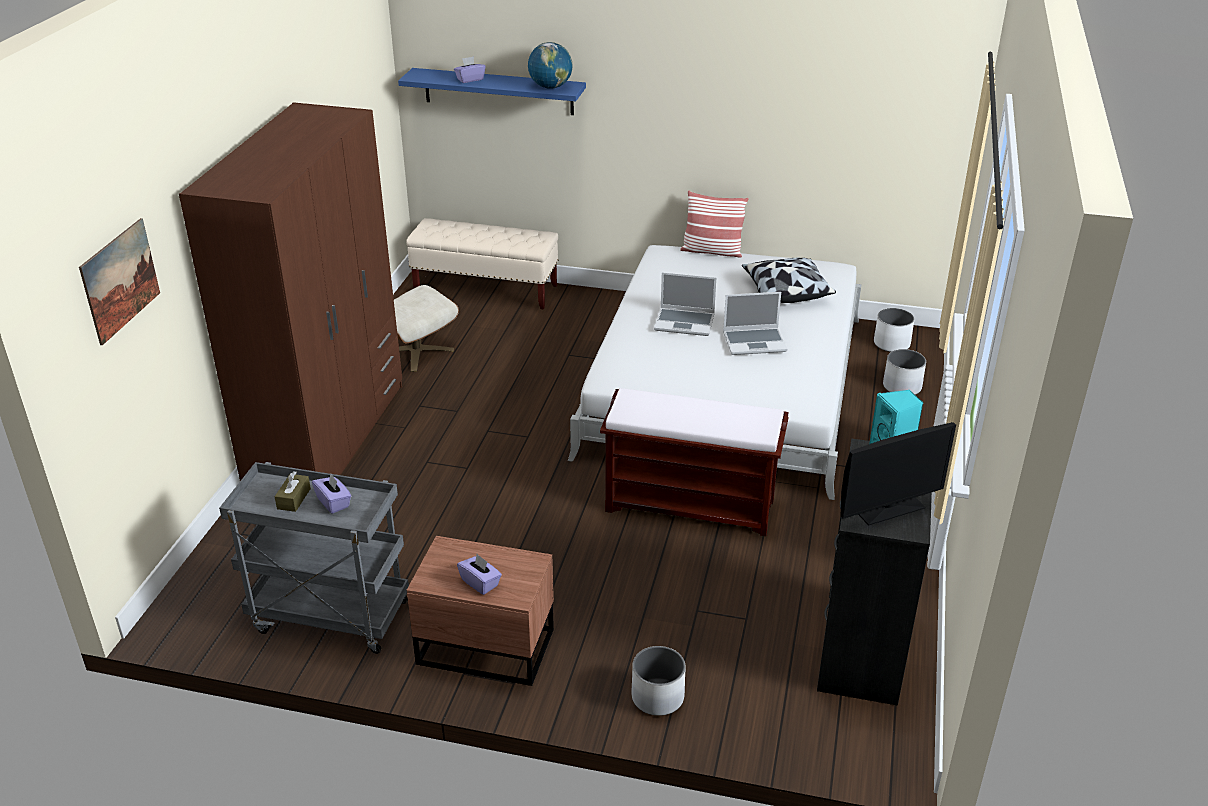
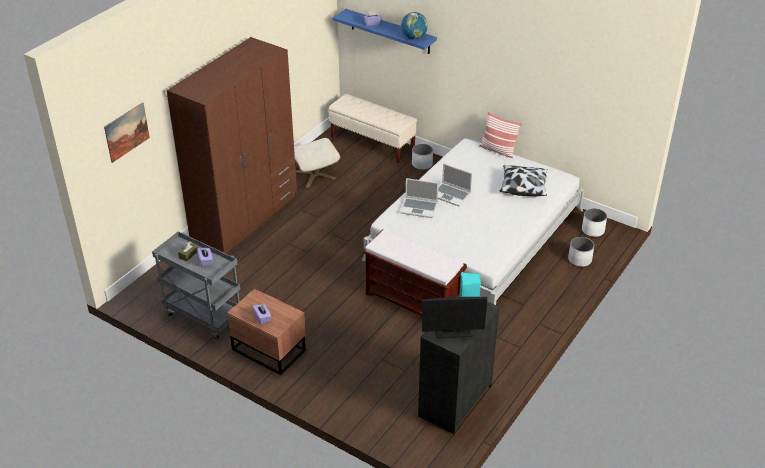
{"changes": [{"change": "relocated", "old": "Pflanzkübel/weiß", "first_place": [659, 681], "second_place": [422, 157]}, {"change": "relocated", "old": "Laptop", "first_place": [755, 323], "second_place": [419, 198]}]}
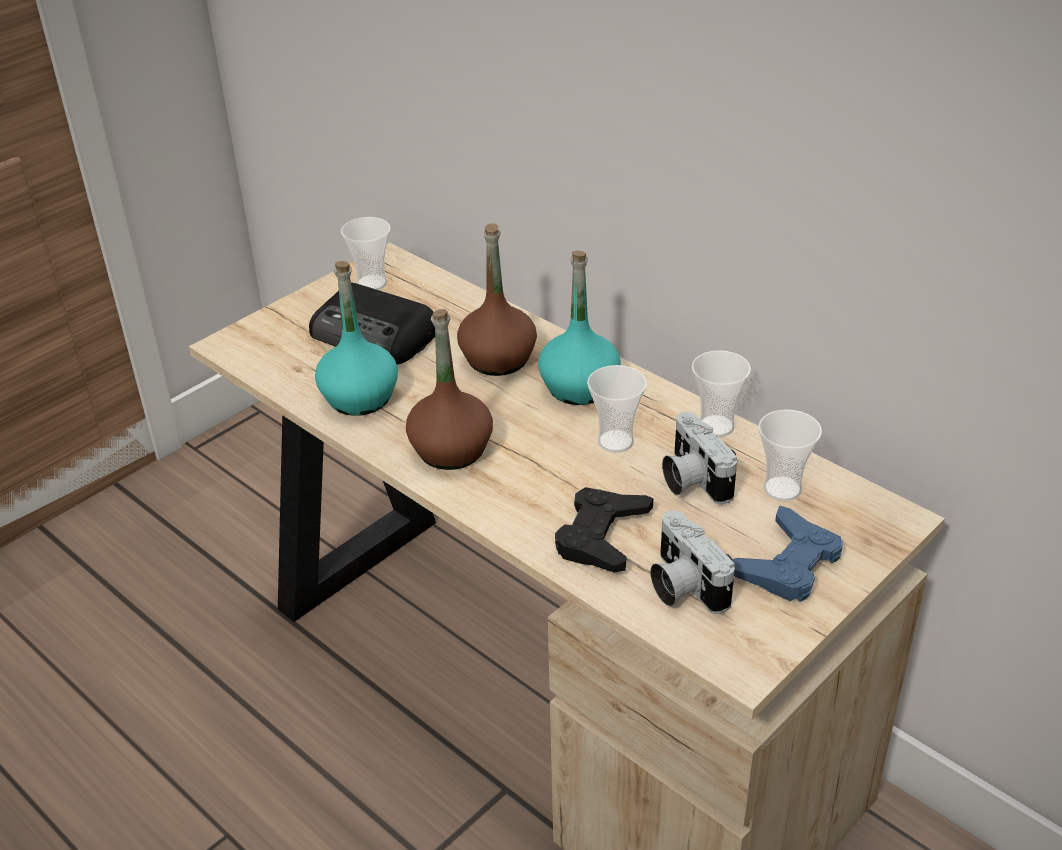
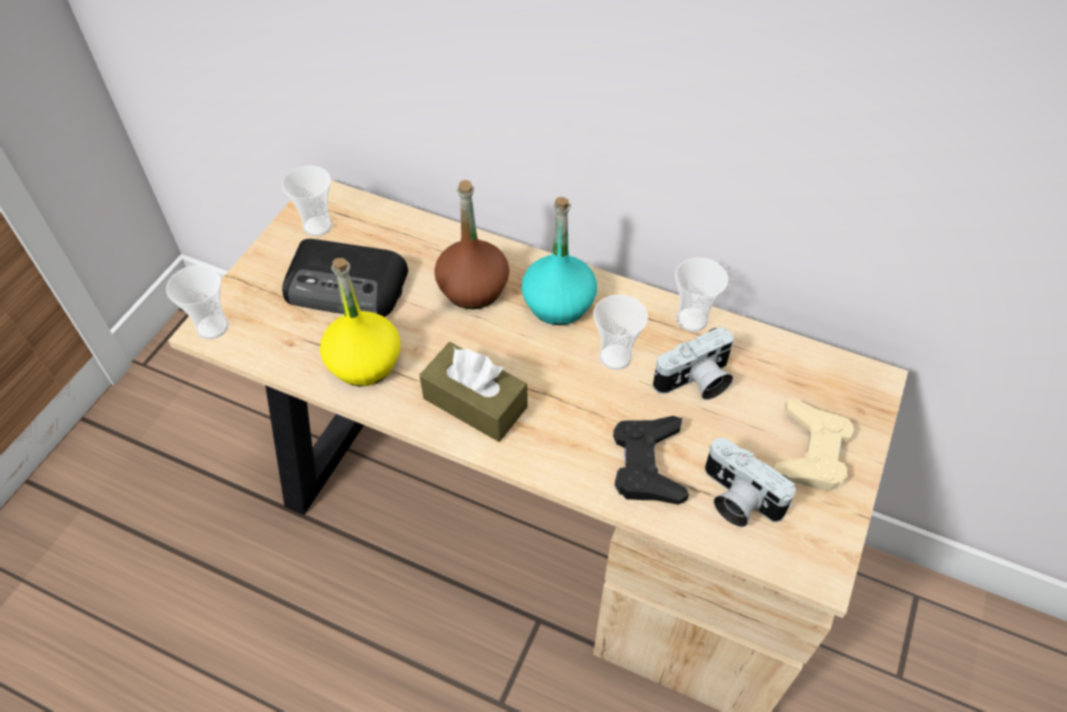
{"changes": [{"change": "relocated", "old": "Tasse", "first_place": [790, 455], "second_place": [197, 302]}, {"change": "exchanged", "old": "Flasche/braun", "new": "Taschentuchbox/braun", "first_place": [449, 389], "second_place": [474, 392]}, {"change": "colour", "old": "Flasche/türkis", "new": "Flasche/gelb", "first_place": [356, 338], "second_place": [360, 322]}, {"change": "colour", "old": "Gamepad/blau", "new": "Gamepad/beige", "first_place": [787, 553], "second_place": [813, 445]}, {"change": "spun", "old": "Kamera", "first_place": [699, 458], "second_place": [693, 363], "degrees": -75}]}
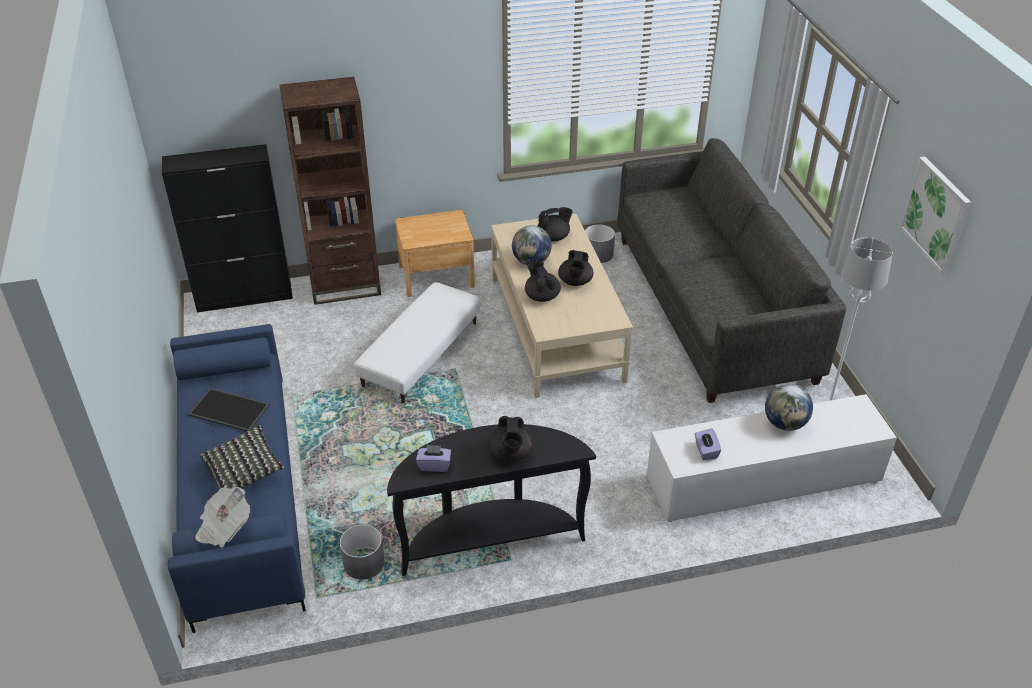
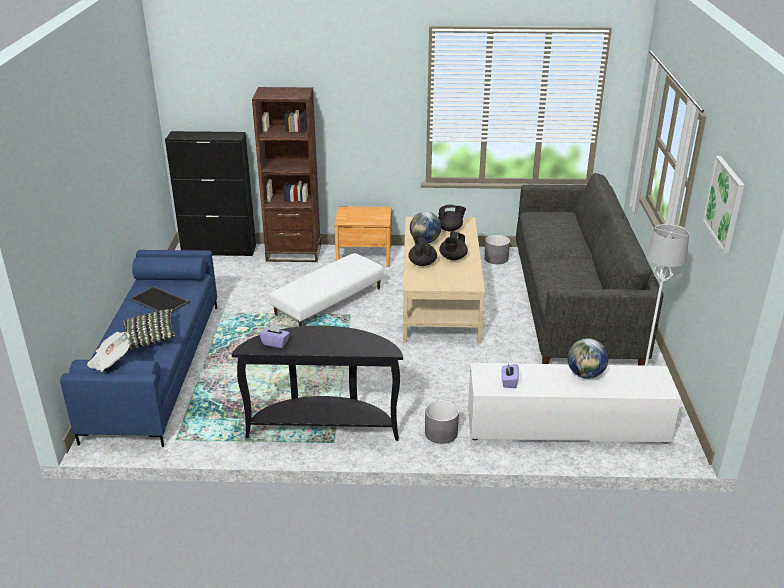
{"changes": [{"change": "missing", "old": "Teekanne/schwarz", "first_place": [510, 439]}, {"change": "relocated", "old": "Pflanzkübel/grau", "first_place": [362, 552], "second_place": [442, 422]}]}
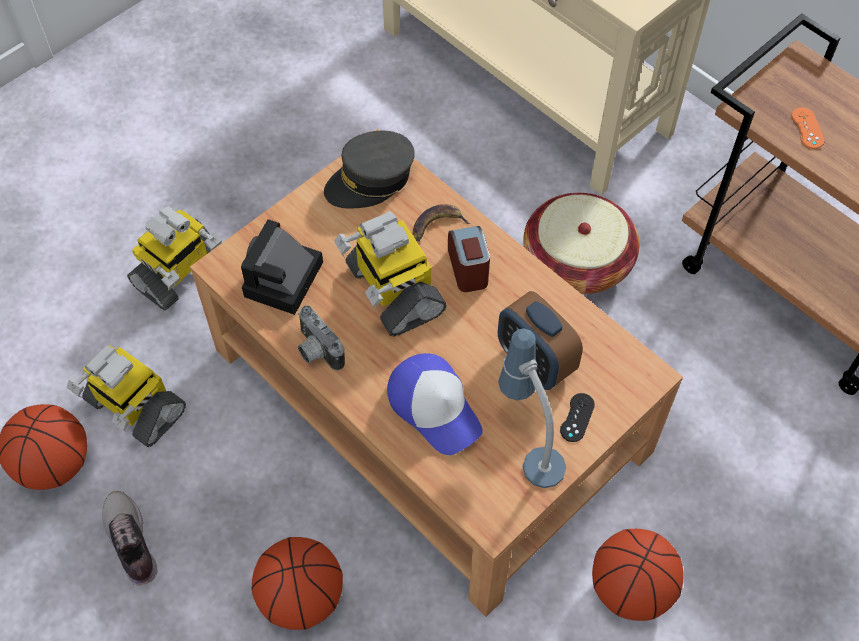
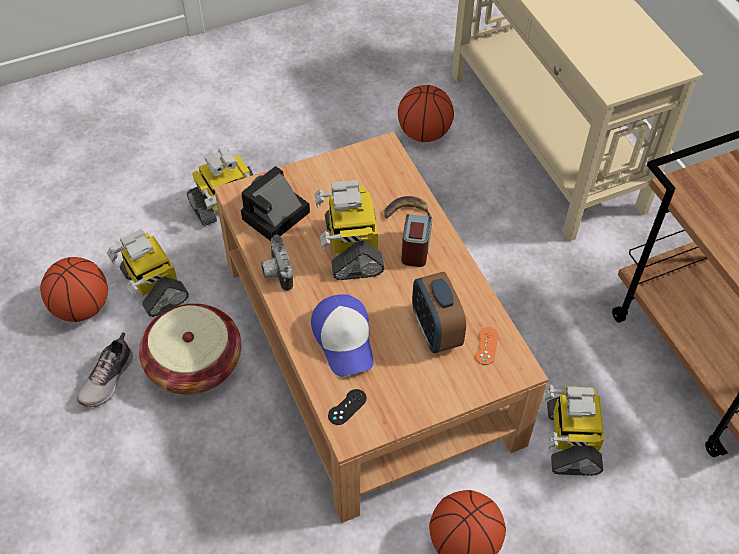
{"changes": [{"change": "missing", "old": "Kappe/grau", "first_place": [369, 170]}, {"change": "missing", "old": "Tischlampe", "first_place": [532, 408]}, {"change": "appeared", "new": "Spielzeugroboter", "second_place": [574, 430]}, {"change": "relocated", "old": "Basketball", "first_place": [297, 583], "second_place": [426, 113]}, {"change": "relocated", "old": "Korb", "first_place": [581, 243], "second_place": [190, 348]}, {"change": "relocated", "old": "Gamepad/schwarz", "first_place": [577, 417], "second_place": [347, 407]}, {"change": "relocated", "old": "Gamepad/orange", "first_place": [808, 128], "second_place": [487, 346]}, {"change": "spun", "old": "Schuh", "first_place": [130, 538], "second_place": [105, 369], "degrees": -150}]}
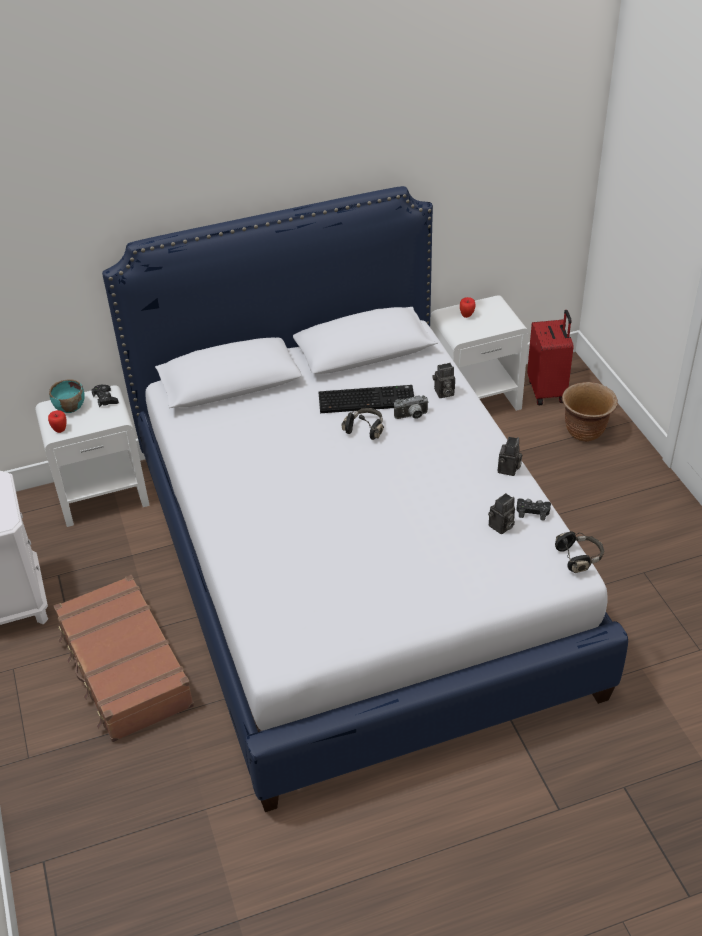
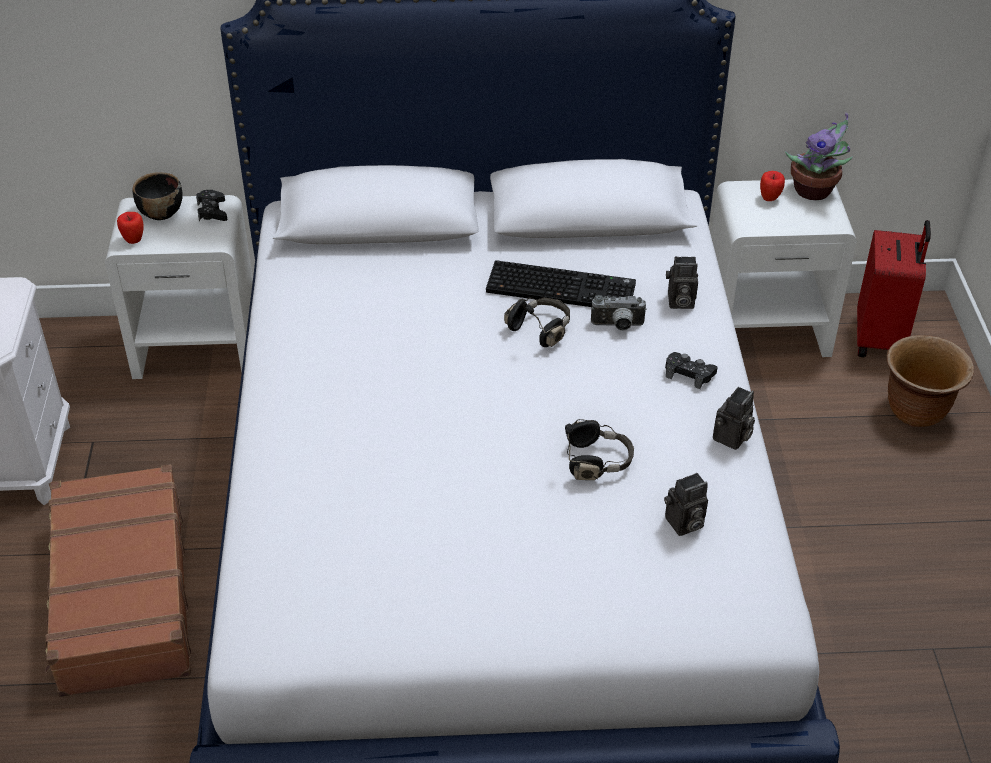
{"changes": [{"change": "appeared", "new": "Topfpflanze", "second_place": [819, 156]}, {"change": "relocated", "old": "Gamepad/schwarz", "first_place": [533, 509], "second_place": [691, 370]}, {"change": "relocated", "old": "Kopfhörer/schwarz", "first_place": [579, 552], "second_place": [599, 449]}, {"change": "colour", "old": "Schüssel/türkis", "new": "Schüssel/schwarz", "first_place": [67, 396], "second_place": [157, 196]}]}
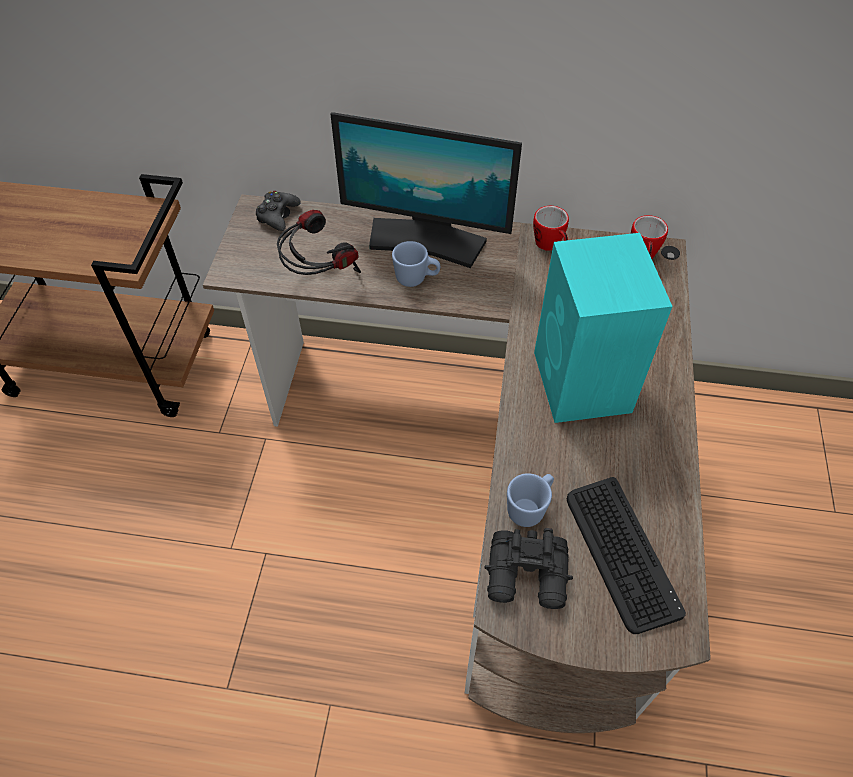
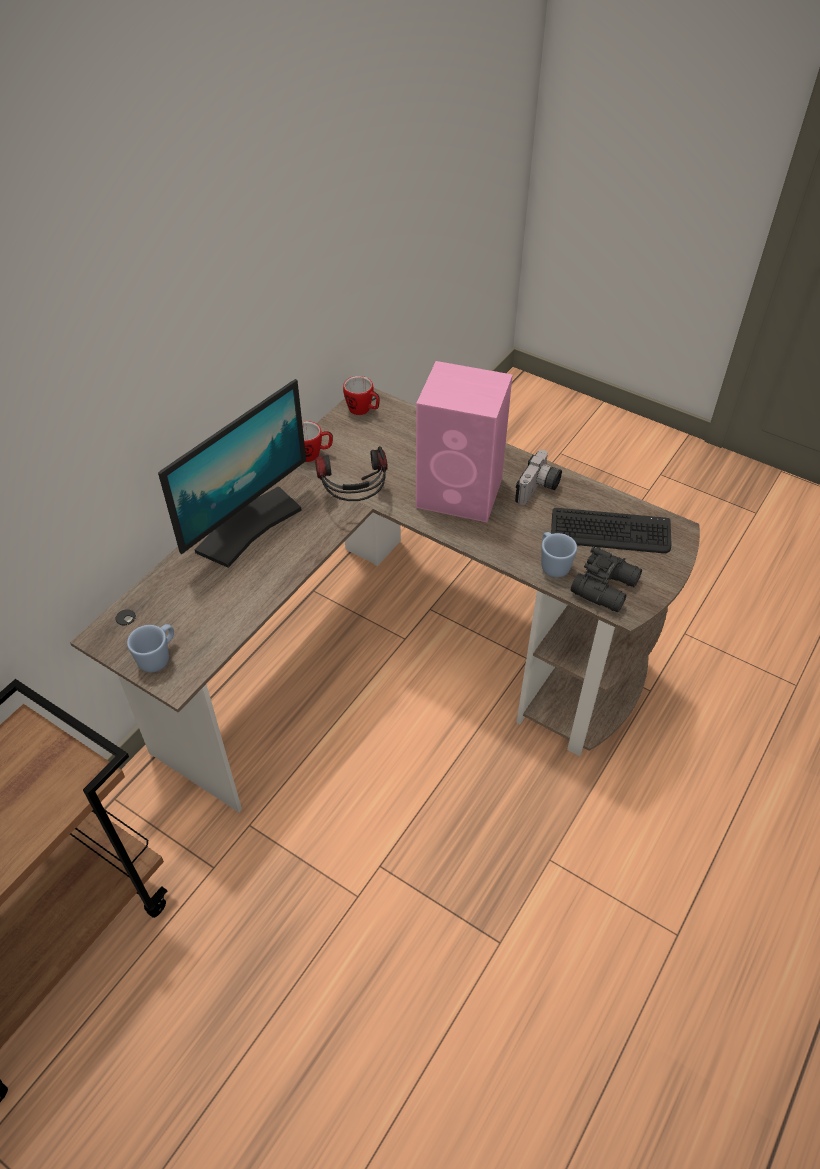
{"changes": [{"change": "missing", "old": "Gamepad/schwarz", "first_place": [278, 211]}, {"change": "appeared", "new": "Kamera", "second_place": [538, 477]}, {"change": "relocated", "old": "Kopfhörer", "first_place": [319, 242], "second_place": [351, 473]}, {"change": "relocated", "old": "Henkelbecher/blau", "first_place": [416, 264], "second_place": [150, 648]}, {"change": "colour", "old": "Lautsprecher/türkis", "new": "Lautsprecher/rosa", "first_place": [603, 328], "second_place": [464, 441]}]}
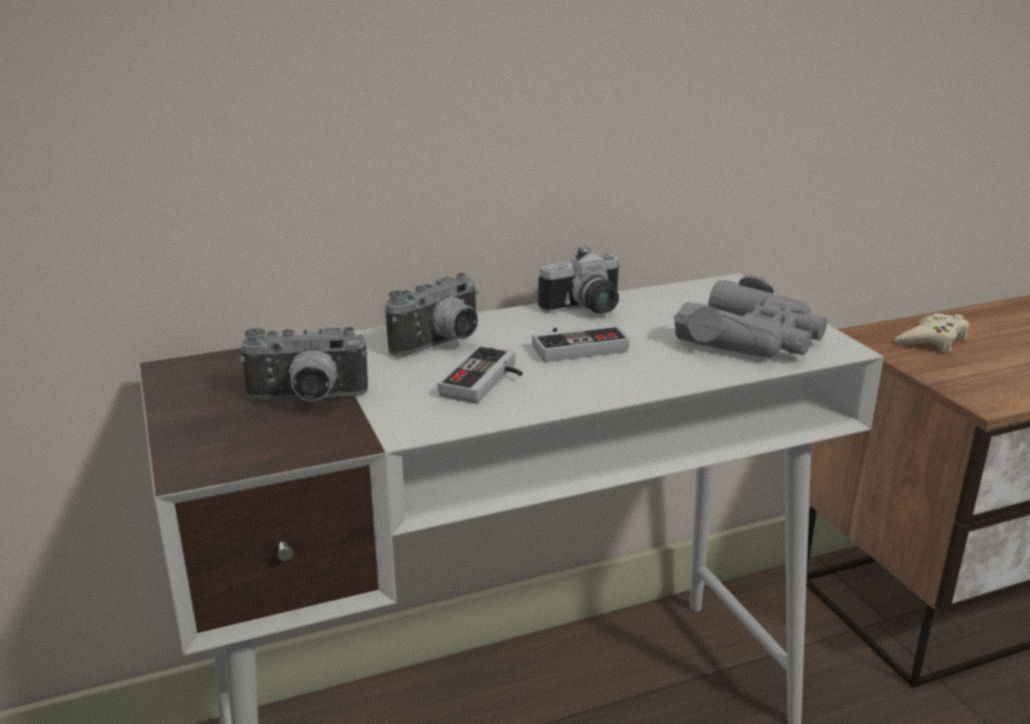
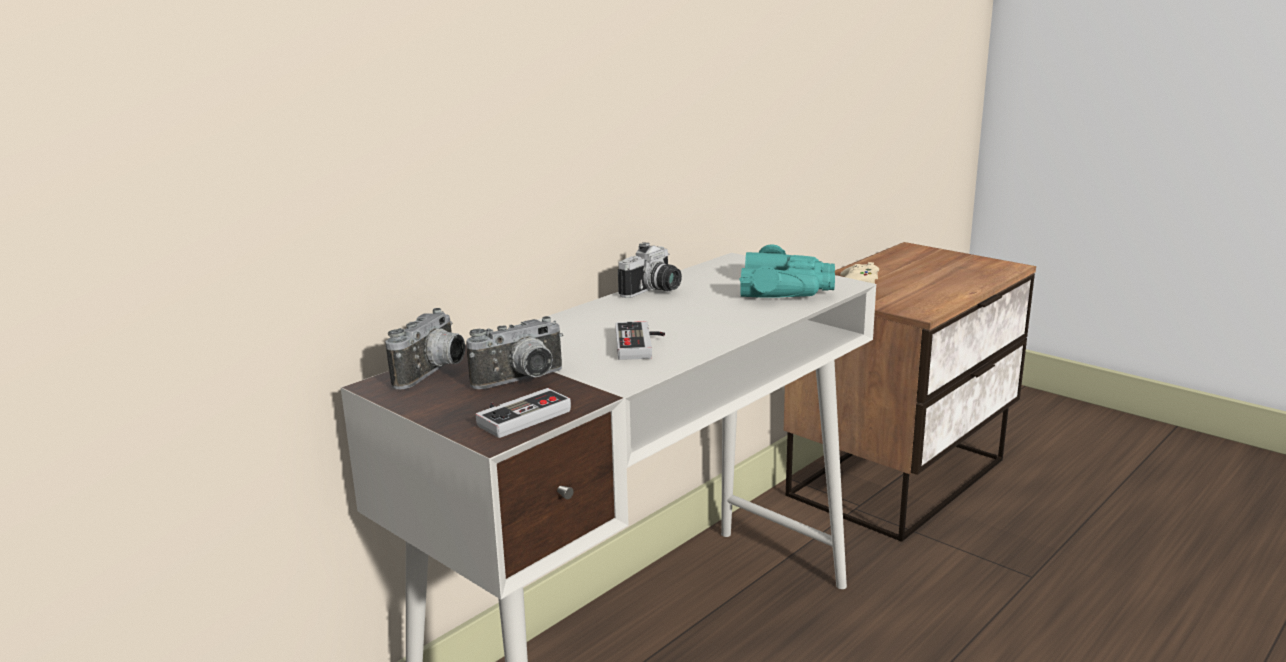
{"changes": [{"change": "relocated", "old": "Kamera", "first_place": [432, 315], "second_place": [425, 348]}, {"change": "relocated", "old": "Gamepad", "first_place": [580, 343], "second_place": [523, 413]}, {"change": "colour", "old": "Fernglas/grau", "new": "Fernglas/türkis", "first_place": [750, 316], "second_place": [787, 271]}]}
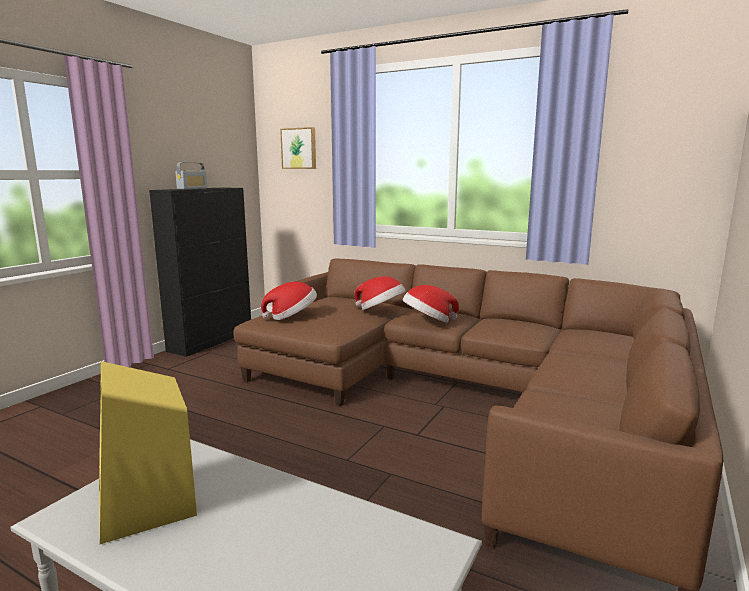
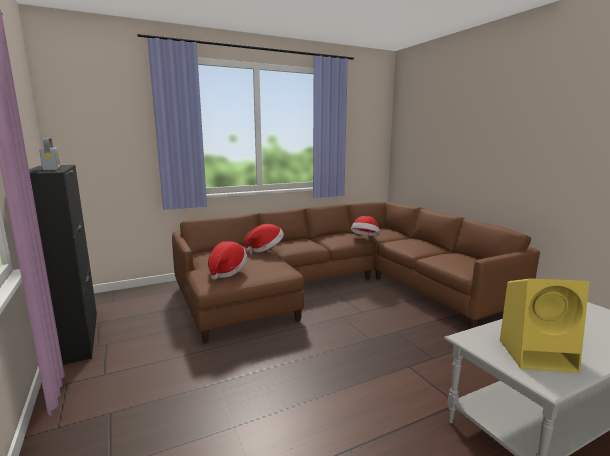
{"changes": [{"change": "missing", "old": "Bild", "first_place": [298, 148]}, {"change": "relocated", "old": "Hut", "first_place": [431, 304], "second_place": [365, 226]}]}
